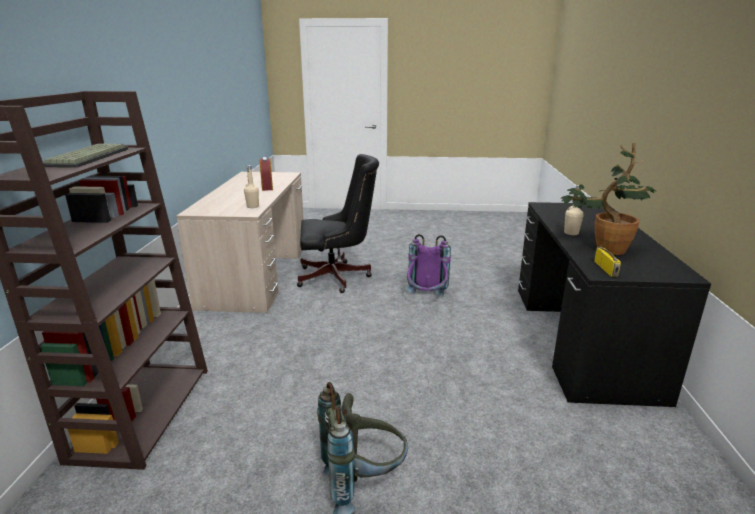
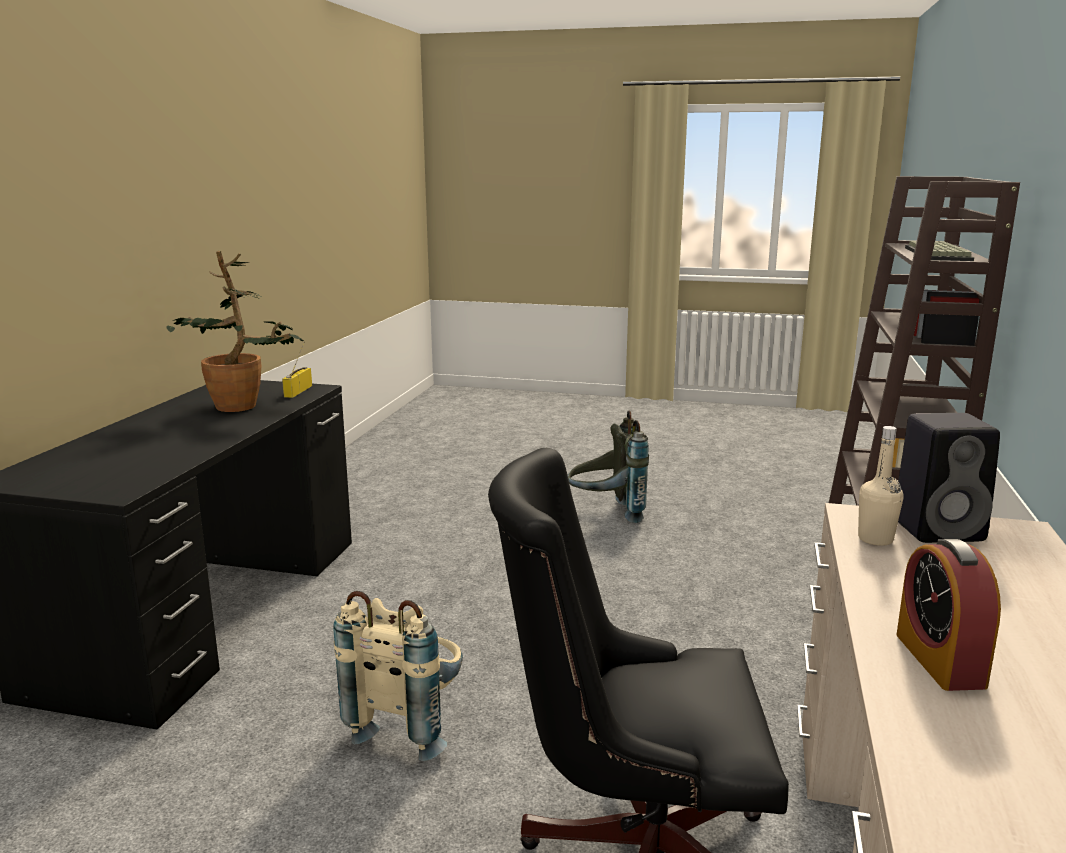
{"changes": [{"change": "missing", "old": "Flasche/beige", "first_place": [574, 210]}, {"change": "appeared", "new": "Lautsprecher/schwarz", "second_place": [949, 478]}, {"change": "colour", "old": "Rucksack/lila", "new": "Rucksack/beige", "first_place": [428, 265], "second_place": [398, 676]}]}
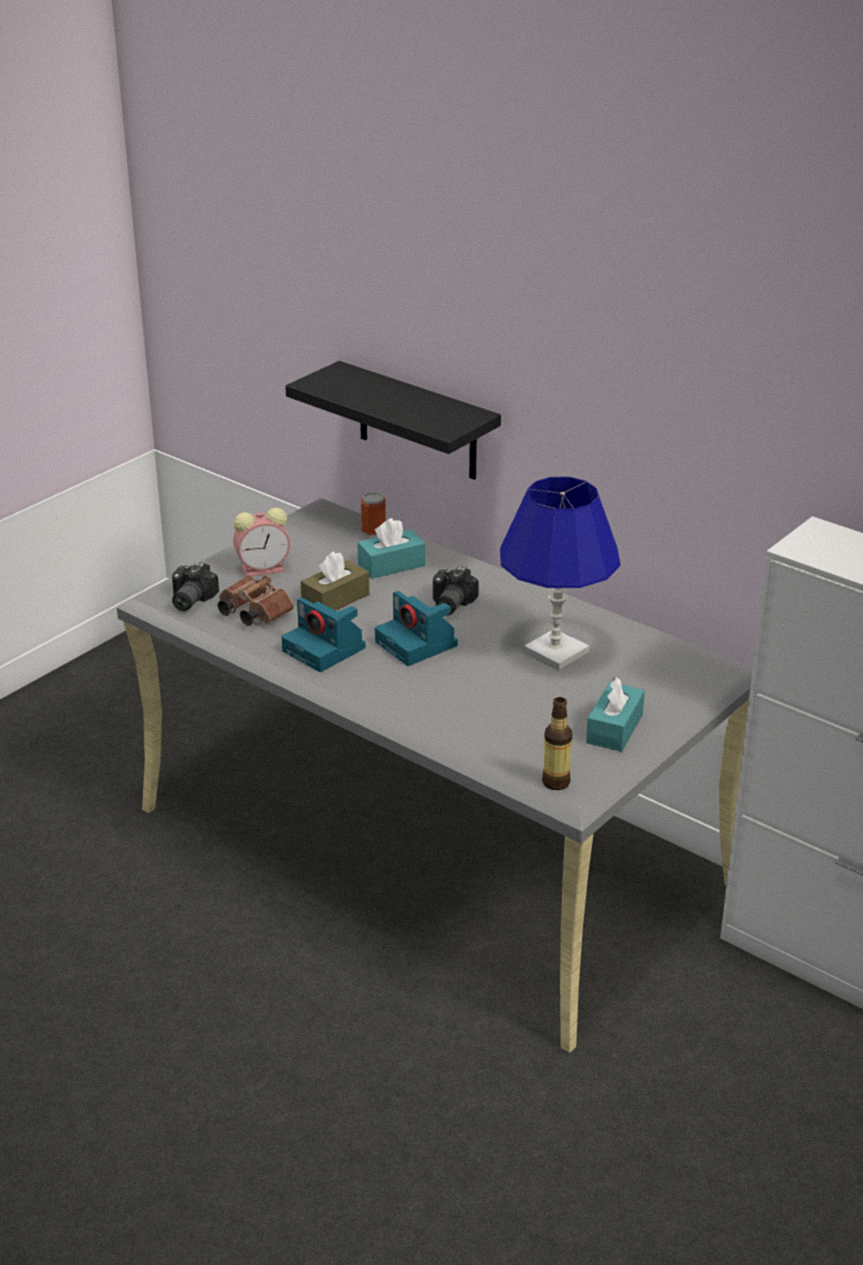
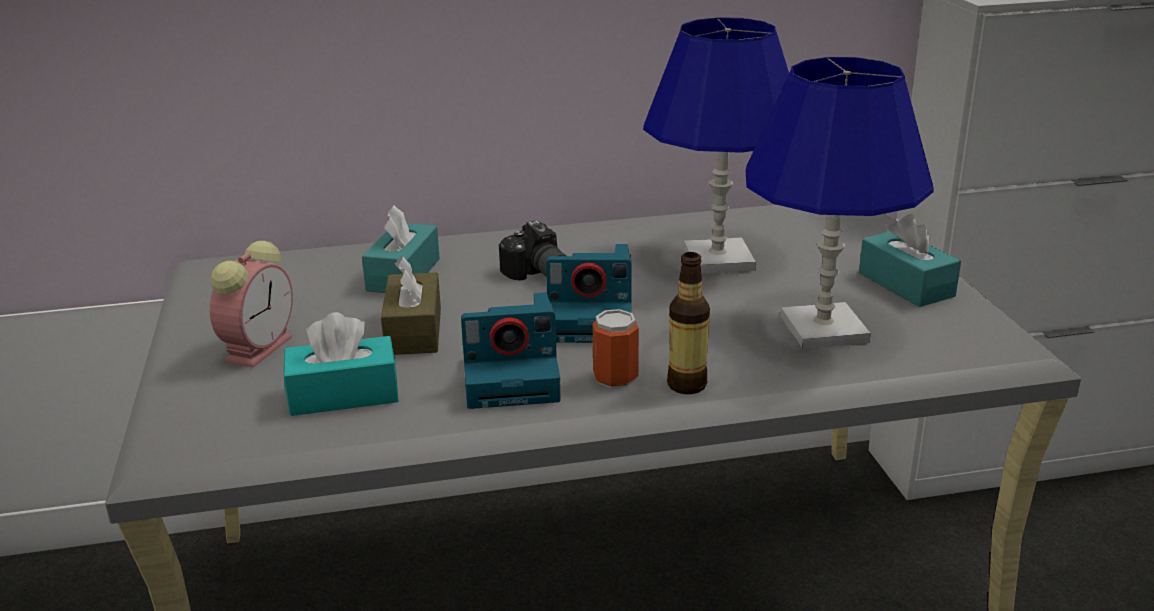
{"changes": [{"change": "missing", "old": "Kamera", "first_place": [195, 586]}, {"change": "missing", "old": "Wandregal/schwarz", "first_place": [393, 420]}, {"change": "appeared", "new": "Tischlampe/blau", "second_place": [840, 203]}, {"change": "relocated", "old": "Dose", "first_place": [373, 514], "second_place": [616, 348]}, {"change": "relocated", "old": "Flasche", "first_place": [557, 743], "second_place": [688, 323]}, {"change": "exchanged", "old": "Fernglas/braun", "new": "Taschentuchbox/türkis", "first_place": [256, 600], "second_place": [341, 364]}]}
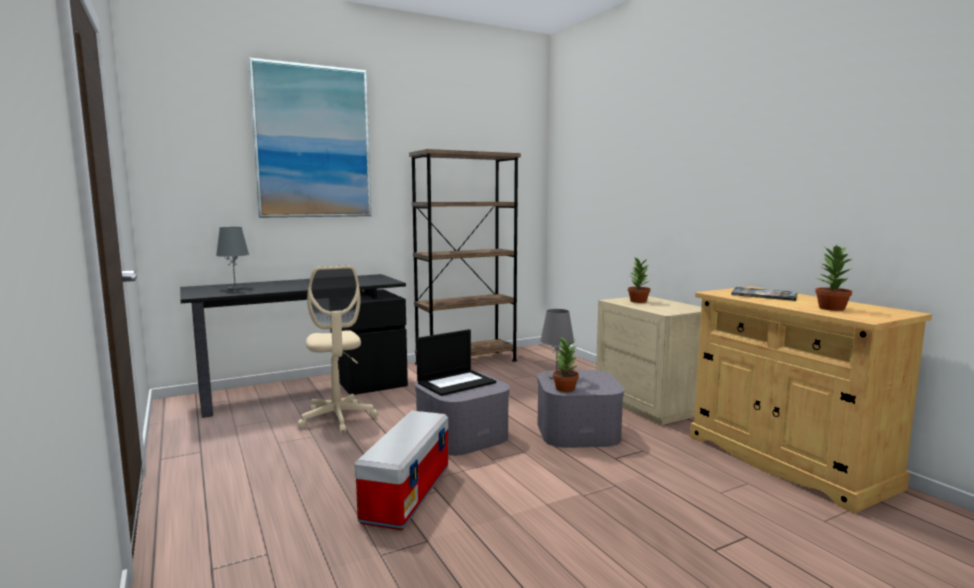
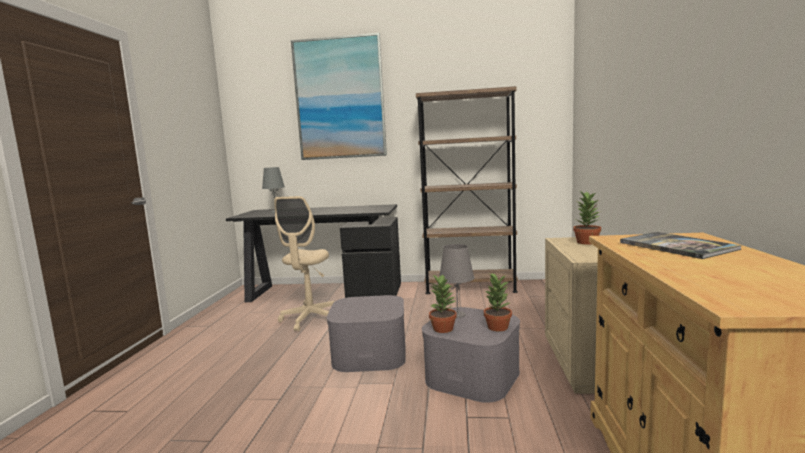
{"changes": [{"change": "missing", "old": "Aufbewahrungsbox", "first_place": [401, 470]}, {"change": "missing", "old": "Laptop", "first_place": [456, 362]}, {"change": "relocated", "old": "Topfpflanze", "first_place": [833, 278], "second_place": [498, 302]}]}
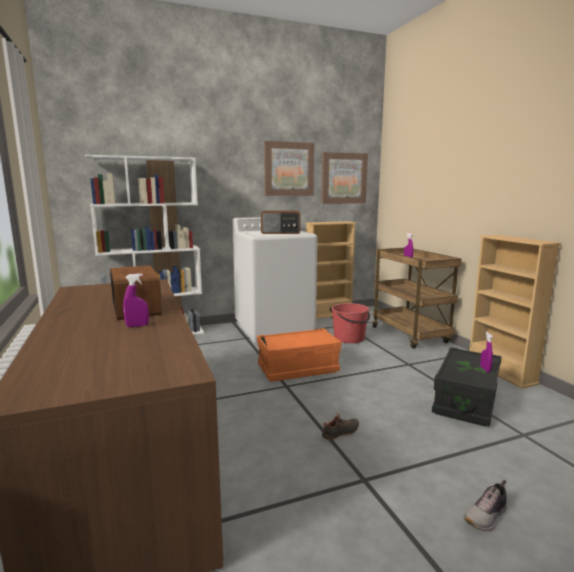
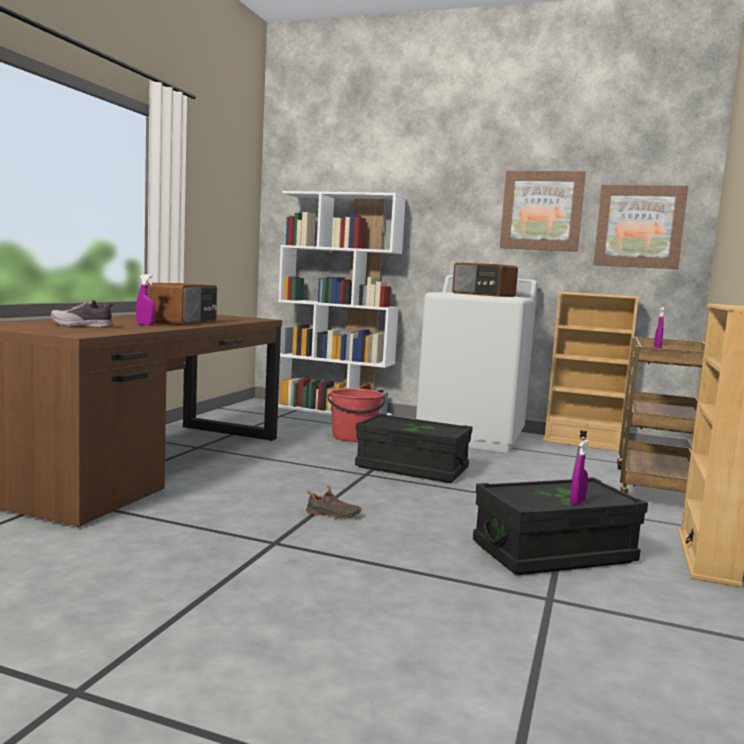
{"changes": [{"change": "relocated", "old": "Eimer/rot", "first_place": [350, 323], "second_place": [357, 415]}, {"change": "relocated", "old": "Schuh", "first_place": [485, 506], "second_place": [82, 314]}, {"change": "colour", "old": "Aufbewahrungsbox/orange", "new": "Aufbewahrungsbox/schwarz", "first_place": [299, 355], "second_place": [414, 448]}]}
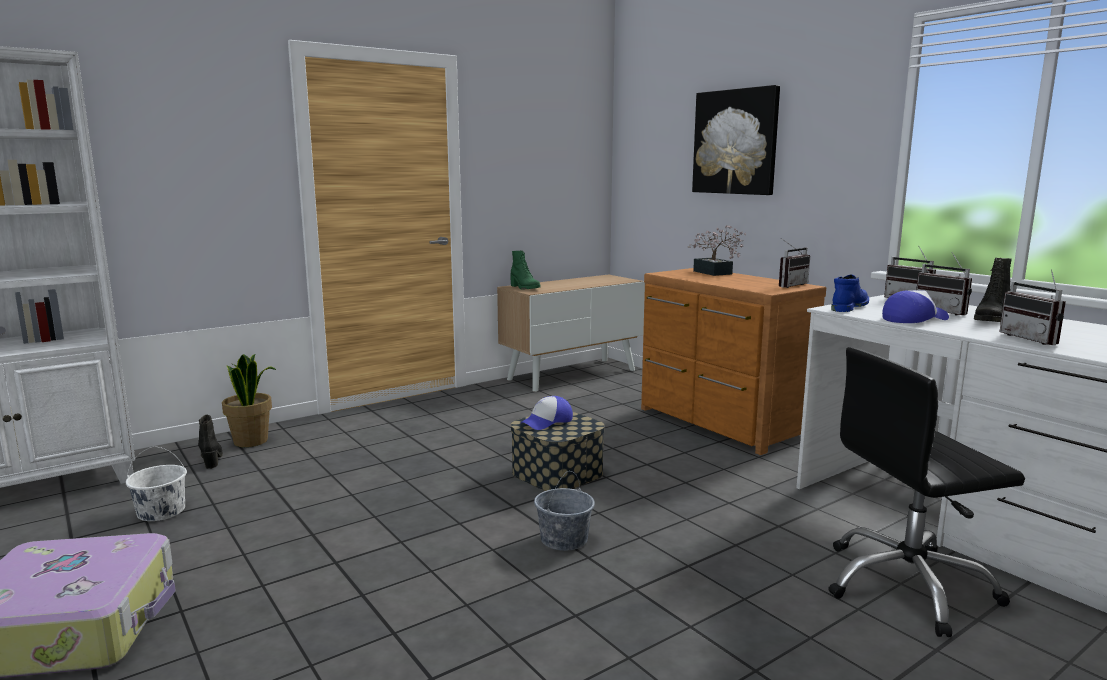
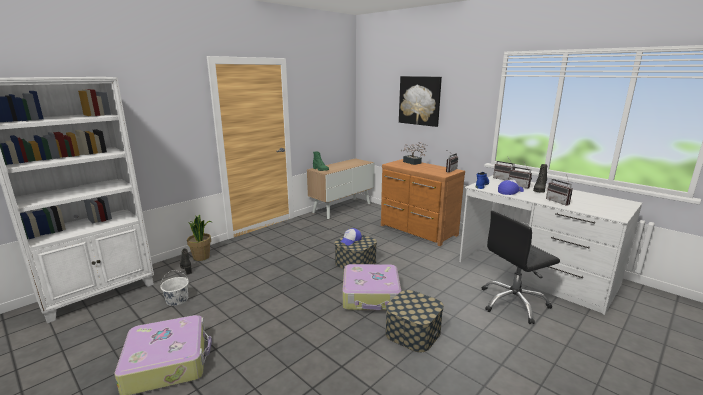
{"changes": [{"change": "appeared", "new": "Aufbewahrungsbox", "second_place": [415, 321]}, {"change": "exchanged", "old": "Eimer/grau", "new": "Koffer", "first_place": [564, 511], "second_place": [371, 287]}]}
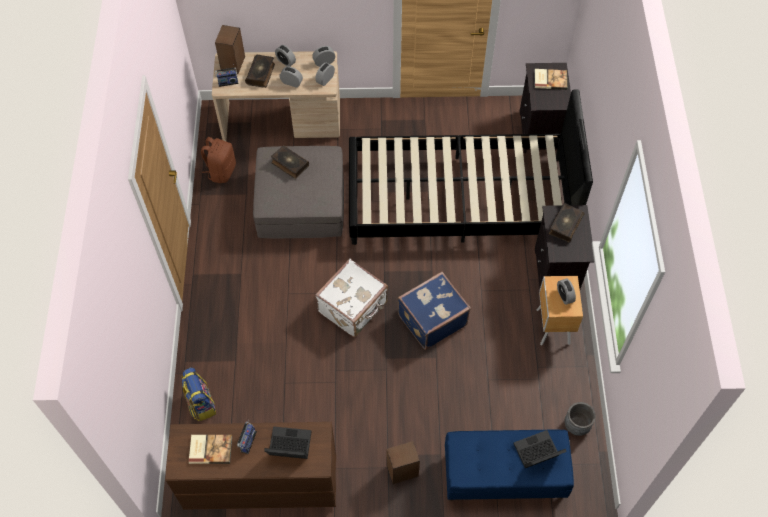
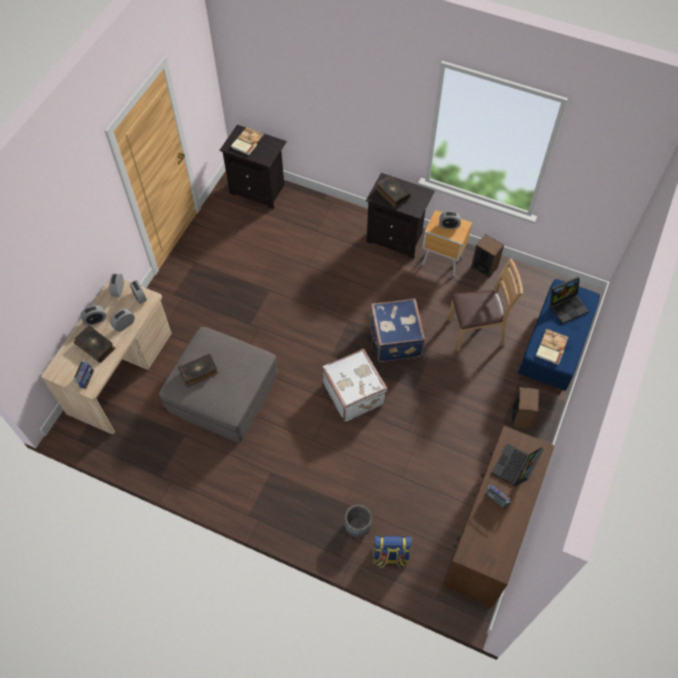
{"changes": [{"change": "missing", "old": "Rucksack/braun", "first_place": [218, 160]}, {"change": "missing", "old": "Bett/schwarz", "first_place": [471, 167]}, {"change": "appeared", "new": "Stuhl/braun", "second_place": [485, 305]}, {"change": "relocated", "old": "Buch", "first_place": [210, 449], "second_place": [552, 347]}, {"change": "relocated", "old": "Lautsprecher", "first_place": [230, 49], "second_place": [487, 256]}, {"change": "relocated", "old": "Pflanzkübel/grau", "first_place": [580, 419], "second_place": [358, 521]}, {"change": "spun", "old": "Laptop", "first_place": [540, 449], "second_place": [569, 300], "degrees": -120}]}
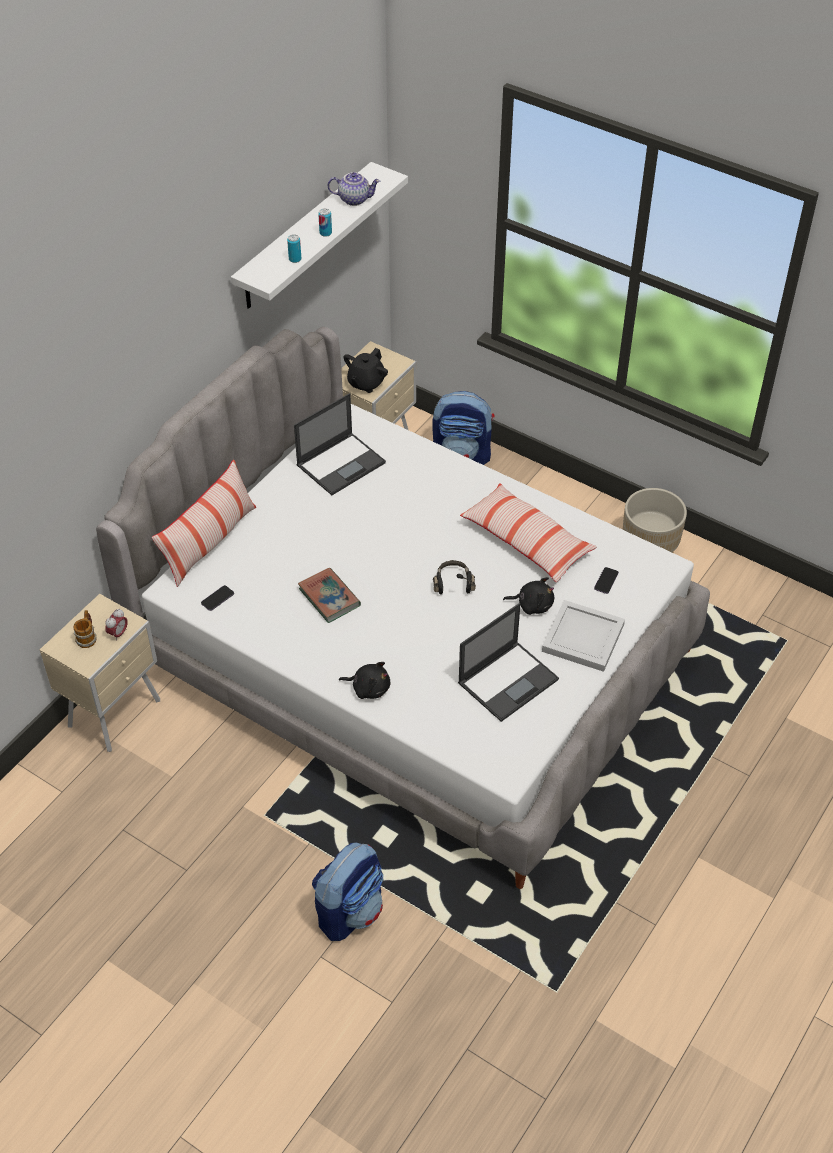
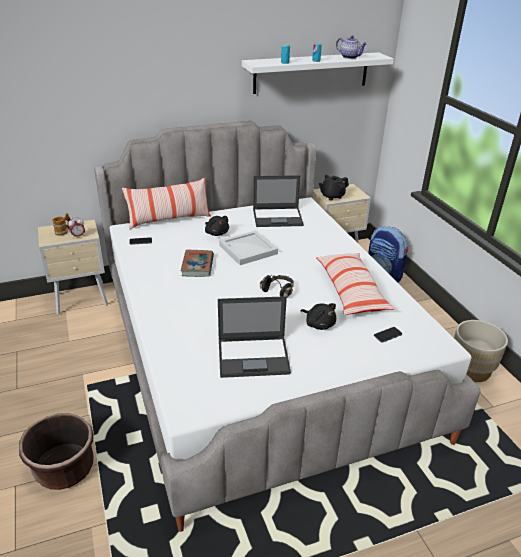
{"changes": [{"change": "relocated", "old": "Plüschtier/schwarz", "first_place": [364, 680], "second_place": [217, 226]}, {"change": "relocated", "old": "Tablett/weiß", "first_place": [583, 636], "second_place": [248, 247]}, {"change": "exchanged", "old": "Rucksack", "new": "Pflanzkübel/braun", "first_place": [347, 891], "second_place": [56, 451]}]}
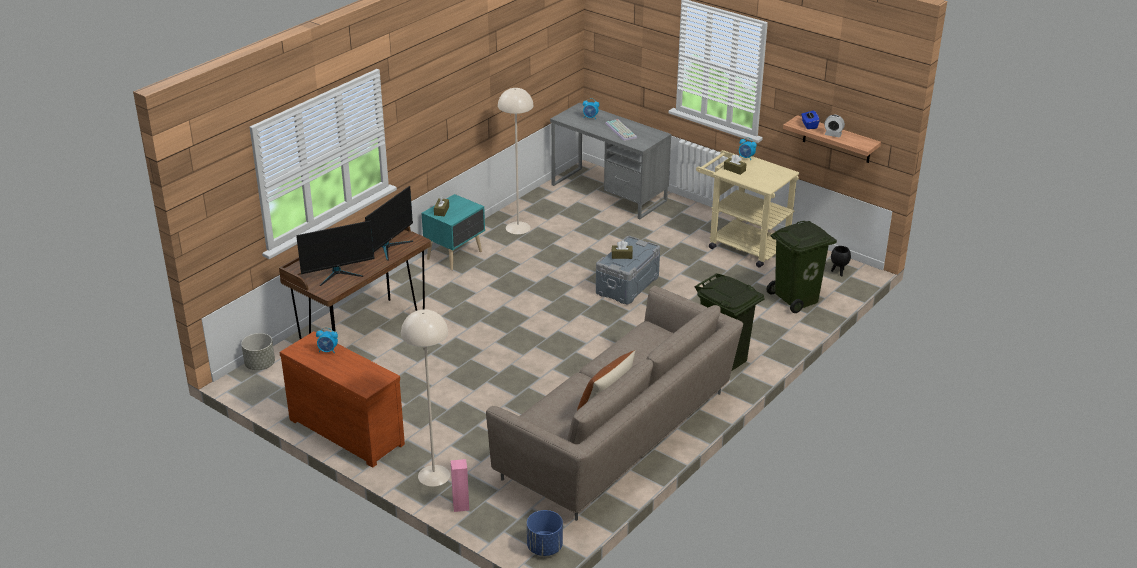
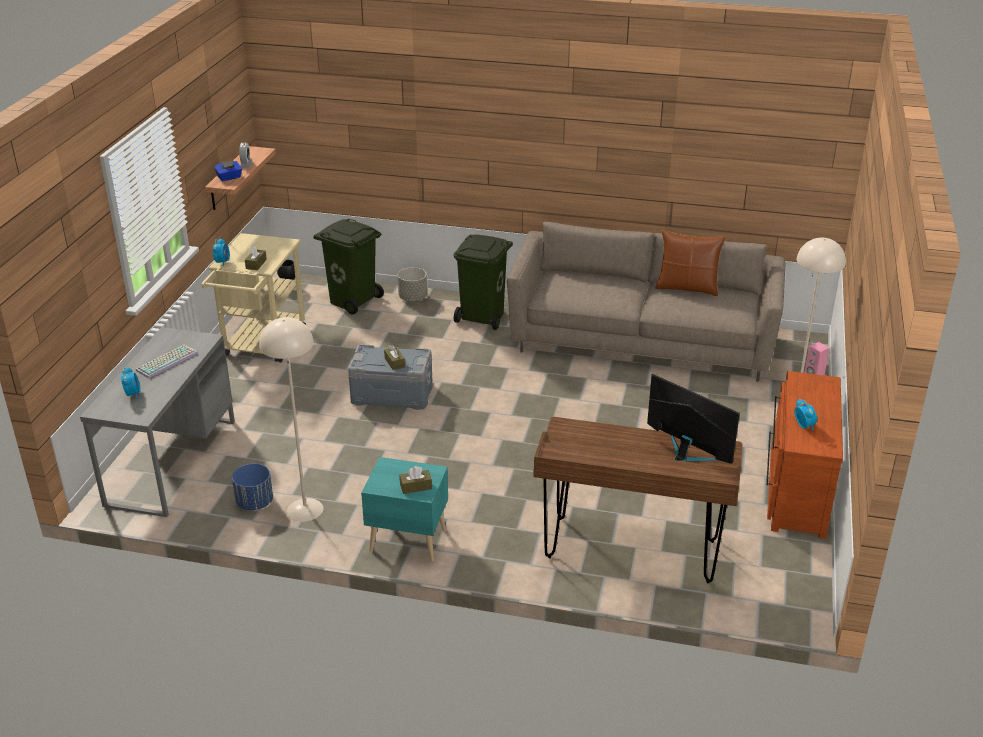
{"changes": [{"change": "missing", "old": "Monitor", "first_place": [389, 223]}, {"change": "relocated", "old": "Pflanzkübel/grau", "first_place": [258, 351], "second_place": [412, 284]}, {"change": "relocated", "old": "Pflanzkübel/blau", "first_place": [545, 533], "second_place": [252, 487]}]}
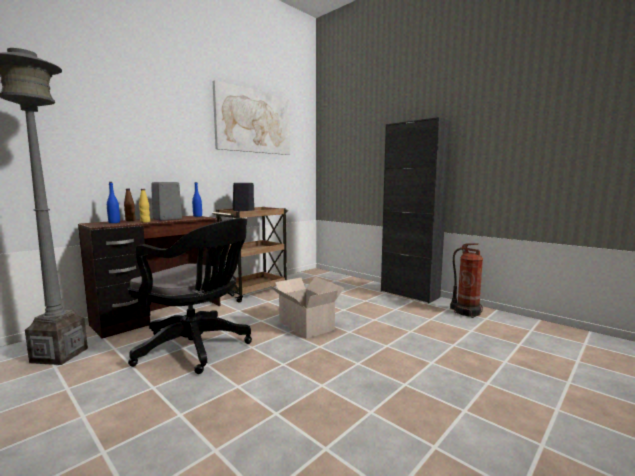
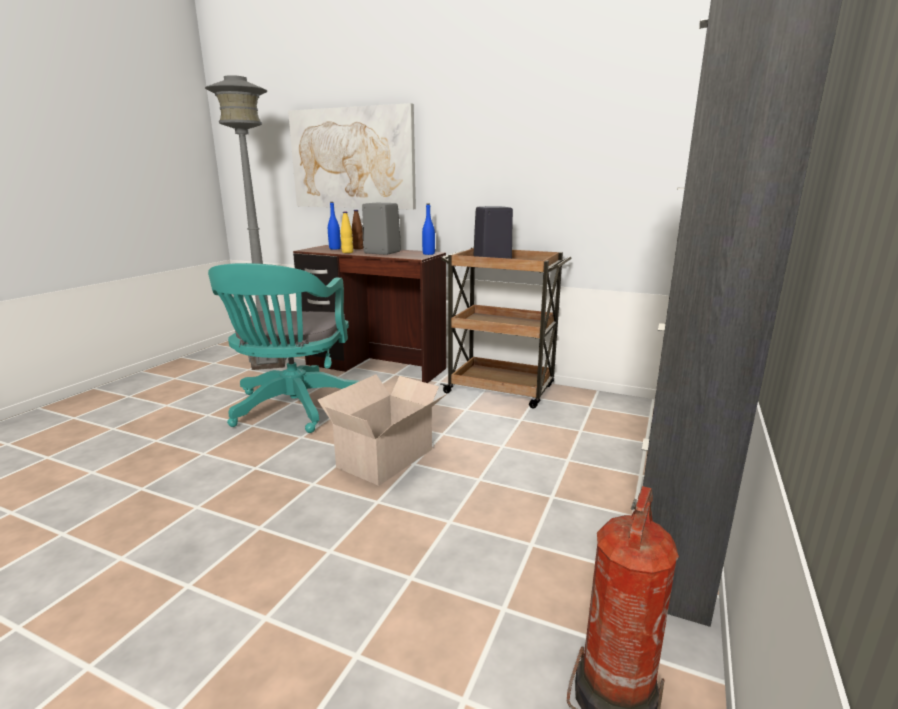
{"changes": [{"change": "relocated", "old": "Bild", "first_place": [251, 117], "second_place": [352, 156]}, {"change": "colour", "old": "Bürostuhl/schwarz", "new": "Bürostuhl/türkis", "first_place": [190, 296], "second_place": [283, 348]}]}
